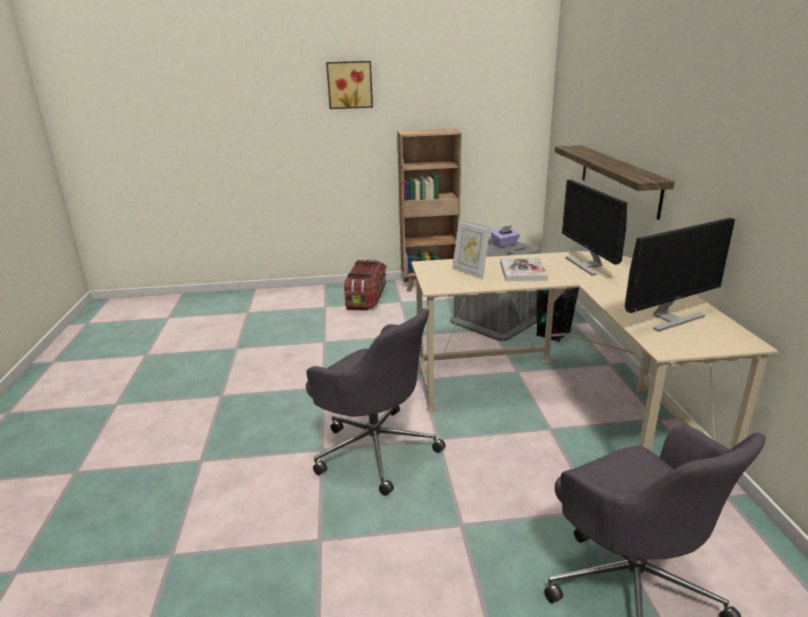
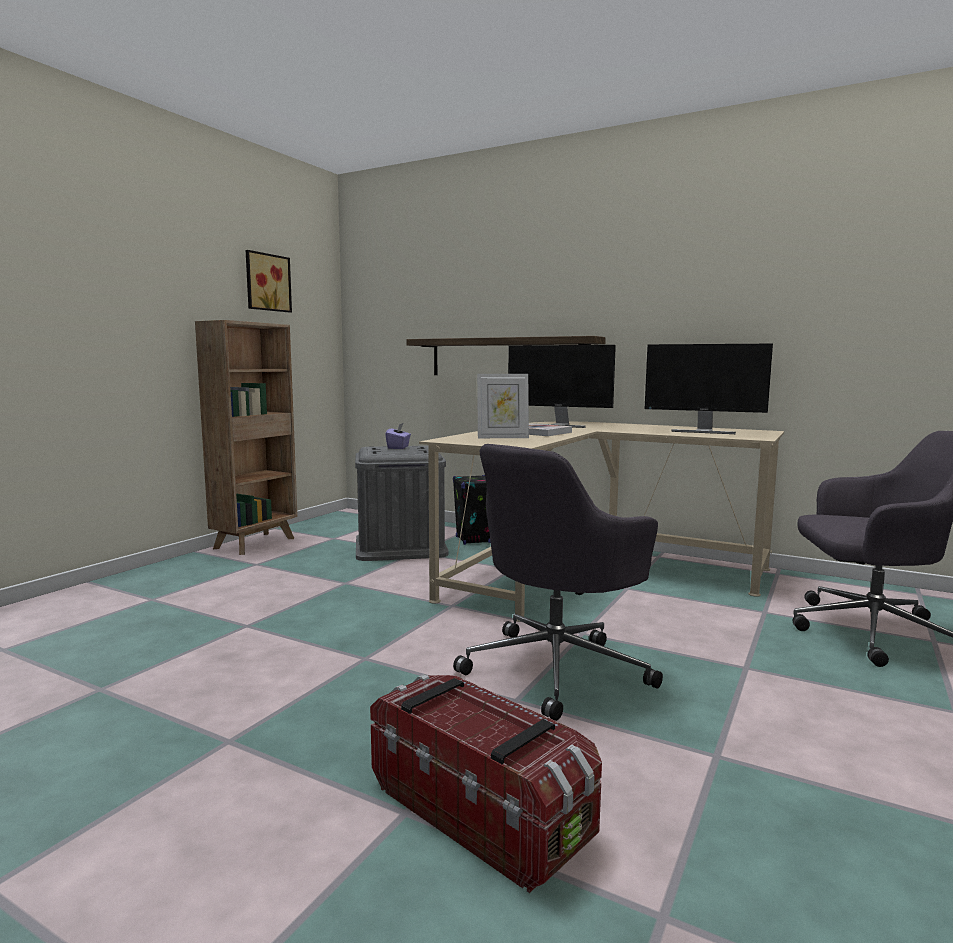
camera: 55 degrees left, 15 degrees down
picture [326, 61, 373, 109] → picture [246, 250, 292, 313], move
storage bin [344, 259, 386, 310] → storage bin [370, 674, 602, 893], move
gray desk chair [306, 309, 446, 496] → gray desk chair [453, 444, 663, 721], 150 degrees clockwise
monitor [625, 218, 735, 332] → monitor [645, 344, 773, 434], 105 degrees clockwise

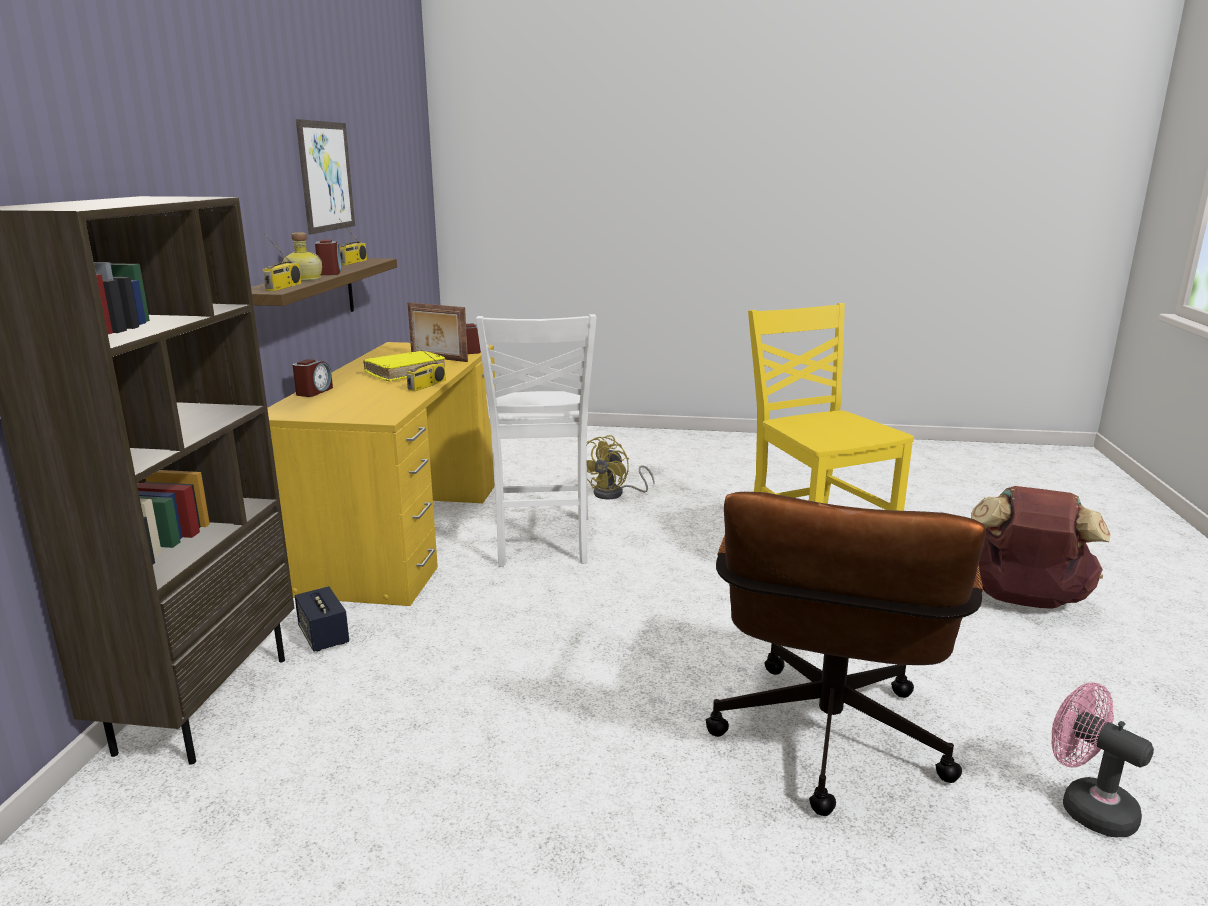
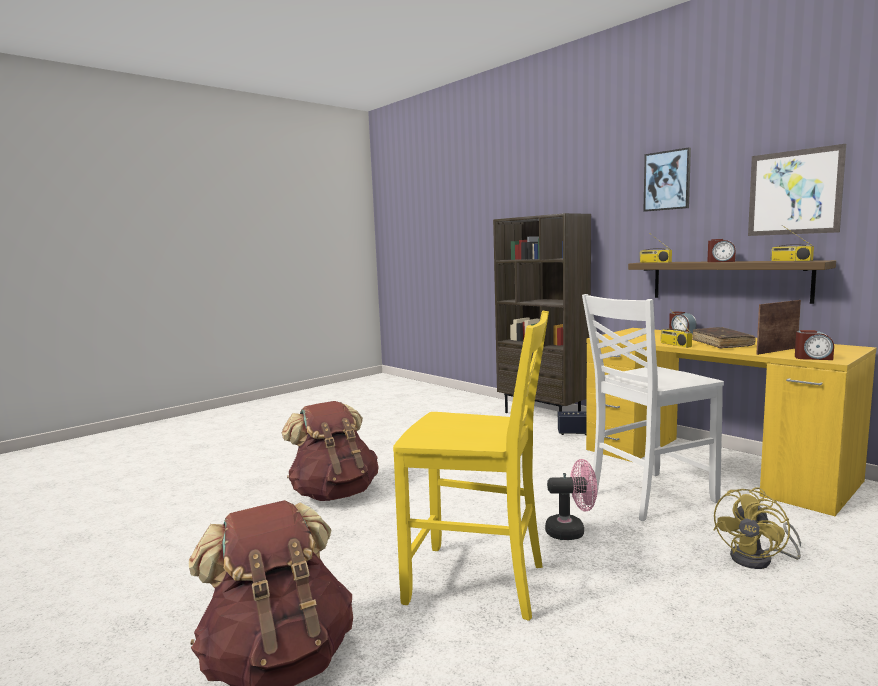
camera: 130 degrees right, 10 degrees down
brownish desk chair [706, 492, 986, 816] → brownish backpack [282, 401, 379, 501]
pinkish electric fan [1052, 682, 1154, 837] → pinkish electric fan [545, 459, 597, 540], move
white chair [476, 314, 596, 567] → white chair [582, 294, 724, 521], 60 degrees counterclockwise
- → picture [644, 147, 691, 212]
yellowish bound book [363, 351, 445, 382] → brownish bound book [692, 327, 756, 349]
yellowish electric fan [587, 435, 655, 499] → yellowish electric fan [713, 487, 801, 569], 120 degrees counterclockwise
beverage bottle [283, 232, 322, 281] → -

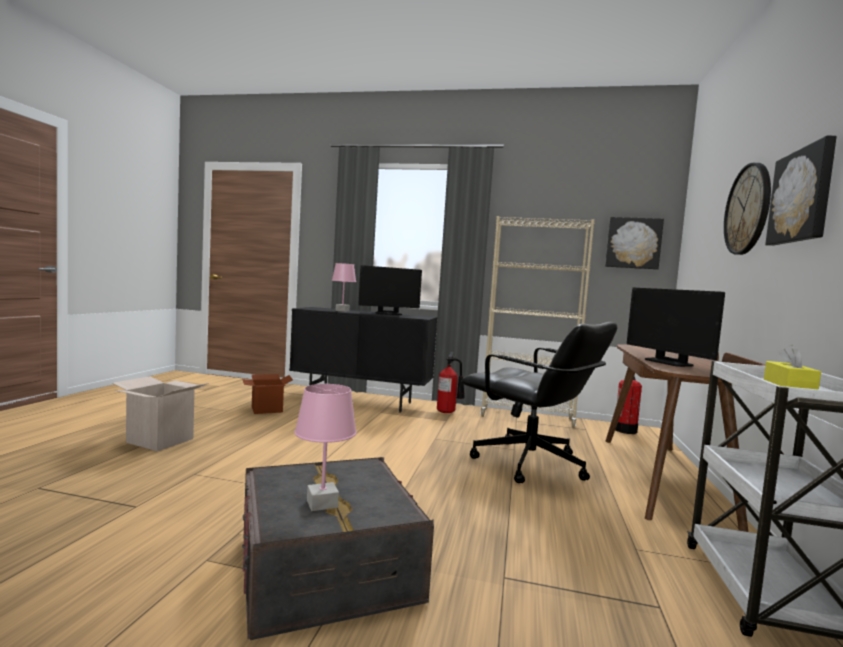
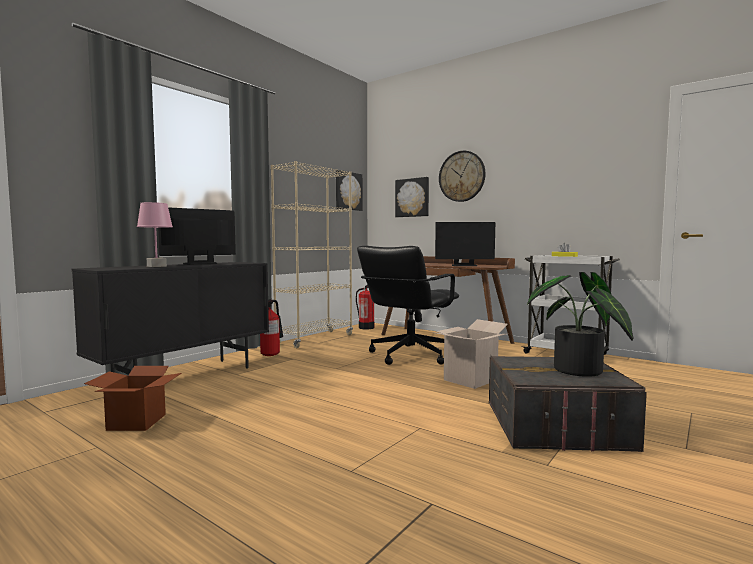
camera: 65 degrees left, 0 degrees up
monitor [358, 265, 422, 315] → monitor [158, 207, 236, 265], 135 degrees counterclockwise
blackish desk chair [462, 322, 617, 483] → blackish desk chair [357, 246, 459, 365], 150 degrees clockwise
picture [765, 136, 837, 246] → picture [395, 177, 429, 217], move
packing box [112, 376, 209, 451] → packing box [432, 319, 508, 389], move
pinkish table lamp [294, 384, 357, 511] → plant in a pot [527, 272, 634, 377]

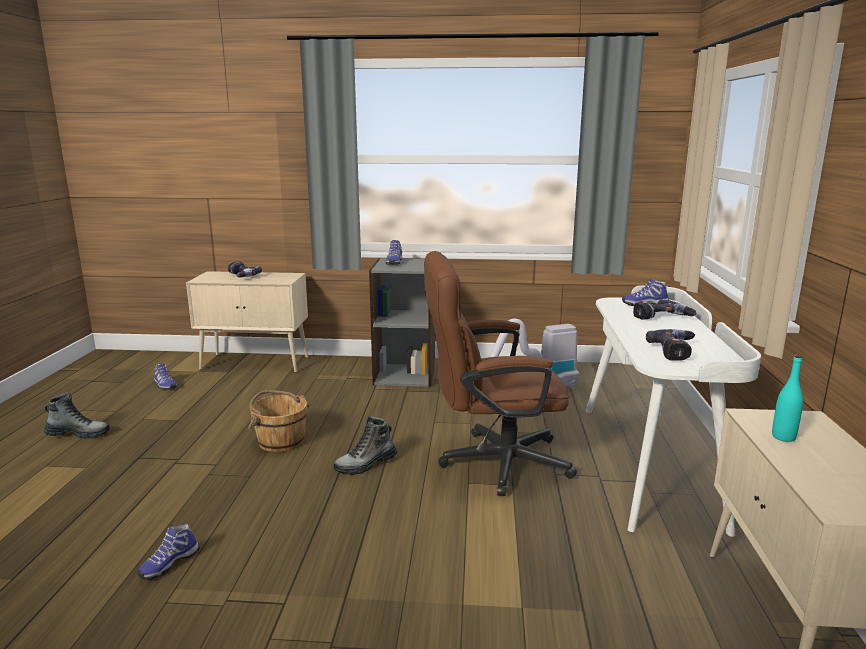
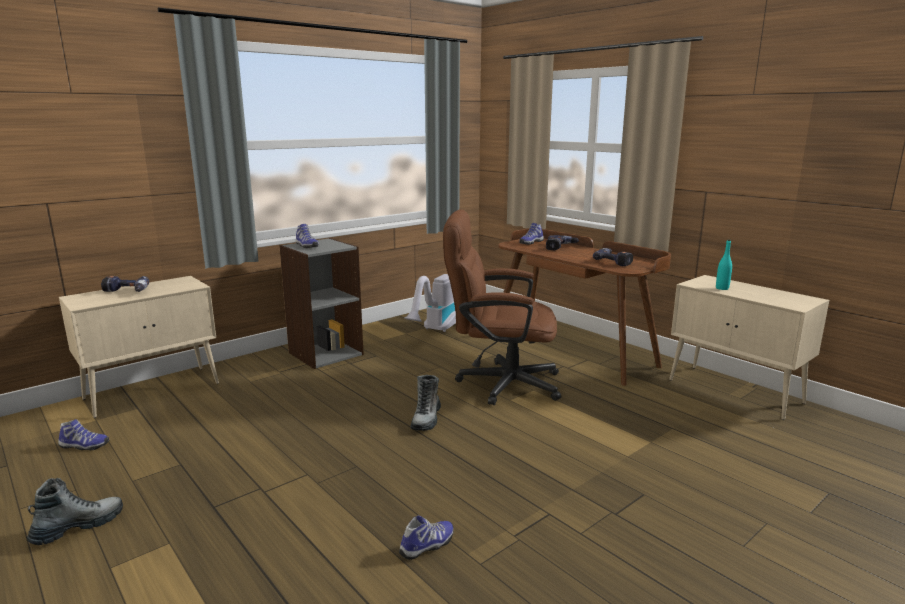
camera: 45 degrees left, 0 degrees up
low shoe [138, 524, 200, 580] → low shoe [399, 516, 454, 560], 120 degrees counterclockwise
brownish desk chair [424, 251, 577, 496] → brownish desk chair [443, 210, 561, 405], 60 degrees clockwise
white desk unit [585, 285, 761, 537] → brownish desk unit [498, 229, 671, 386]
brownish bucket [248, 390, 310, 452] → -

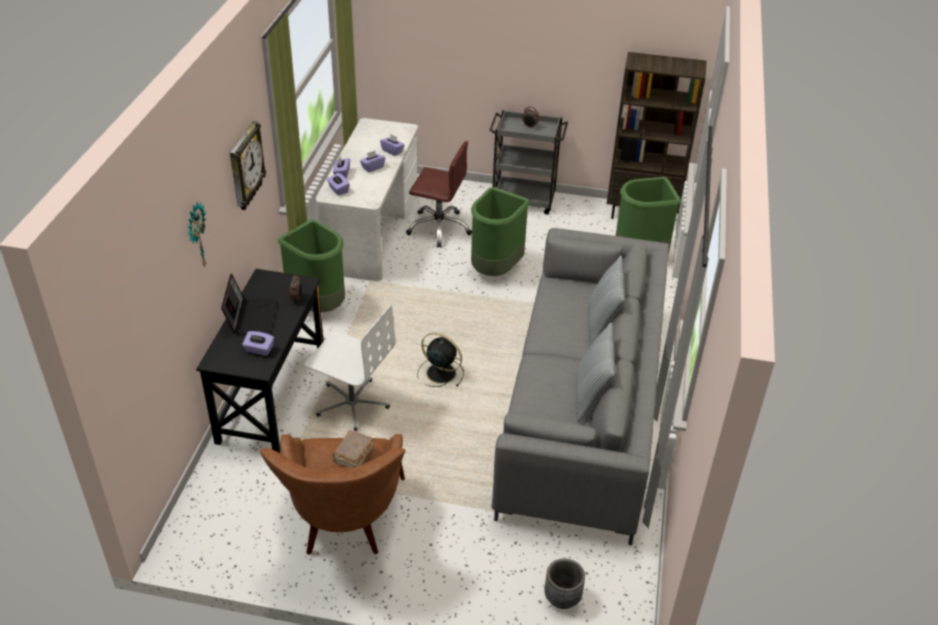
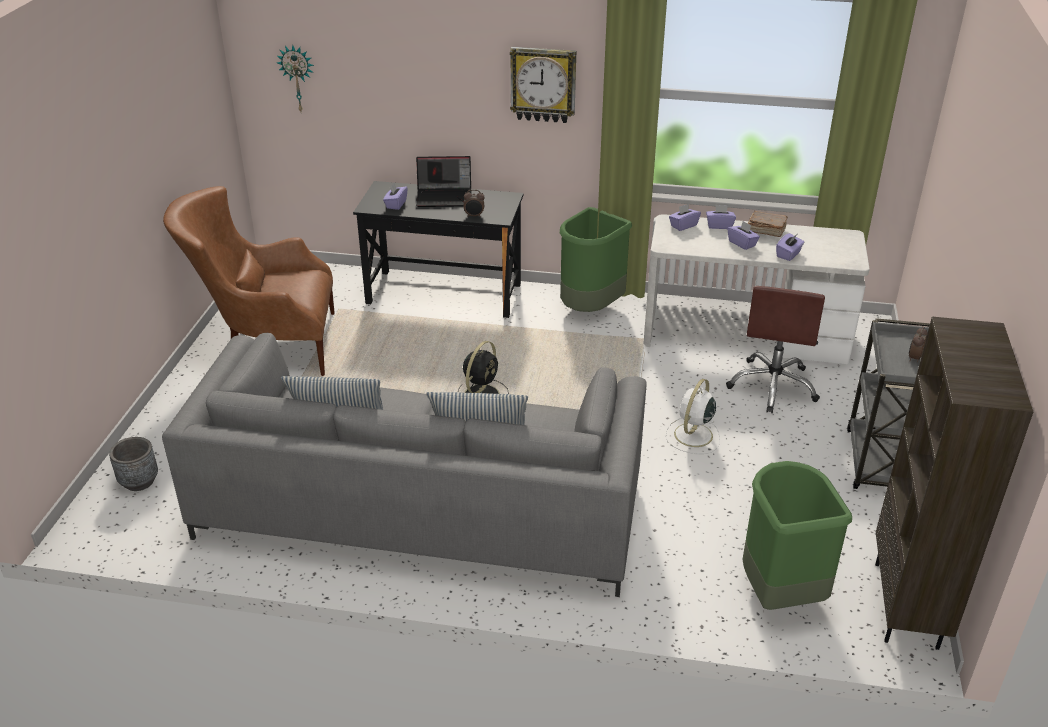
camera: 90 degrees right, 5 degrees down
clock on the wall [188, 201, 207, 267] → clock on the wall [276, 45, 314, 111], move
green rubbish bin [471, 187, 530, 276] → white electric fan [665, 379, 720, 454]
brownish bound book [333, 430, 374, 468] → brownish bound book [748, 211, 788, 237], move
white desk chair [305, 305, 395, 431] → -

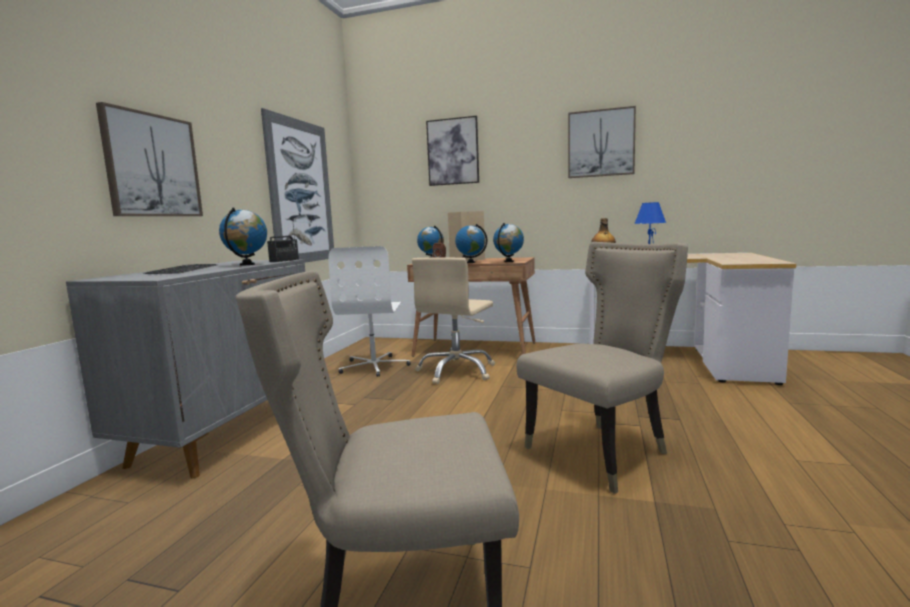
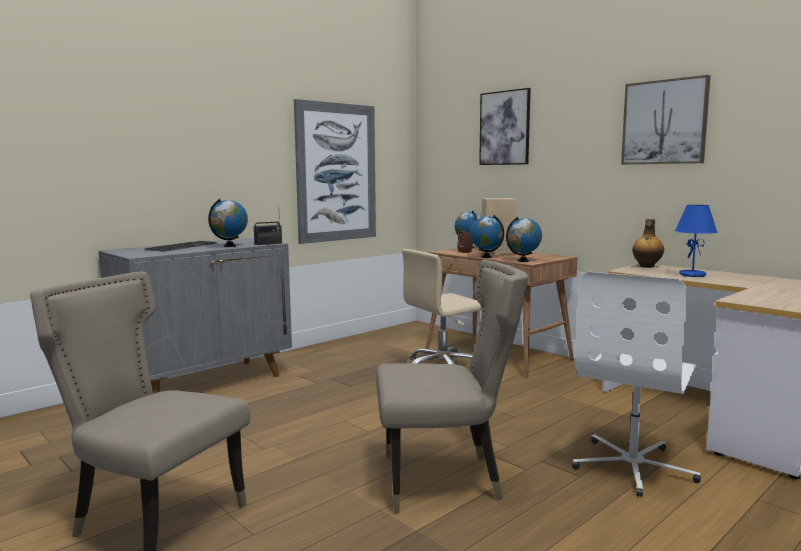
camera: 30 degrees right, 0 degrees up
white desk chair [329, 246, 411, 377] → white desk chair [572, 272, 701, 497], move
picture [96, 102, 203, 216] → -

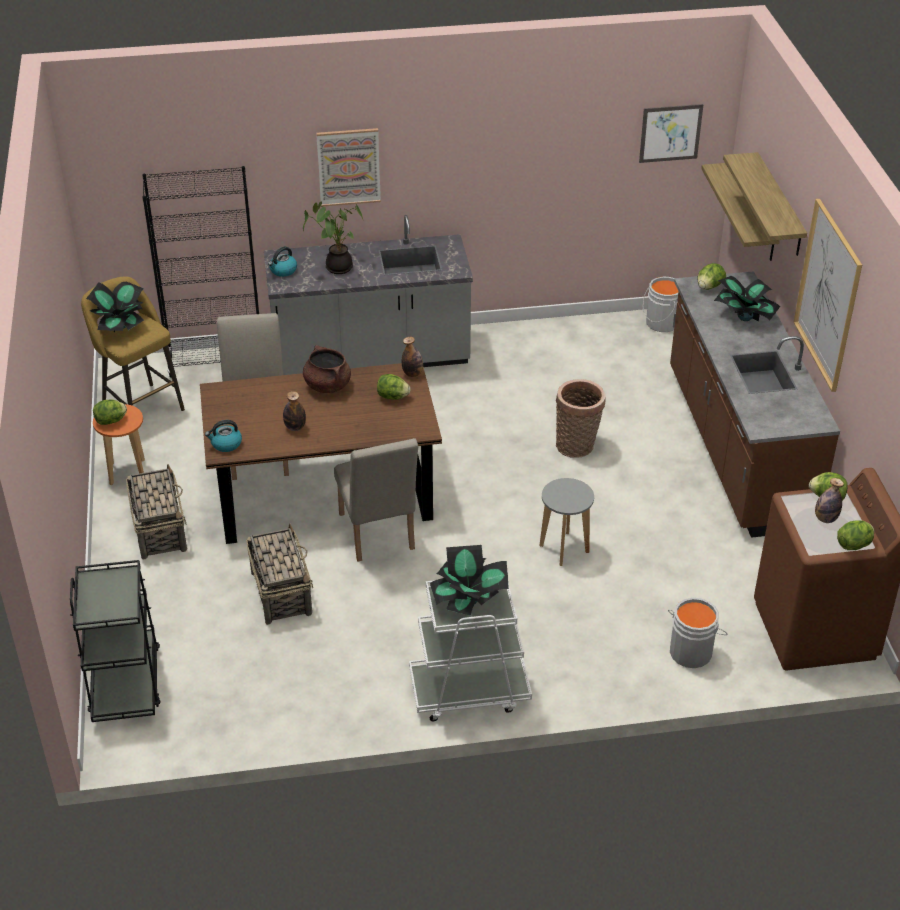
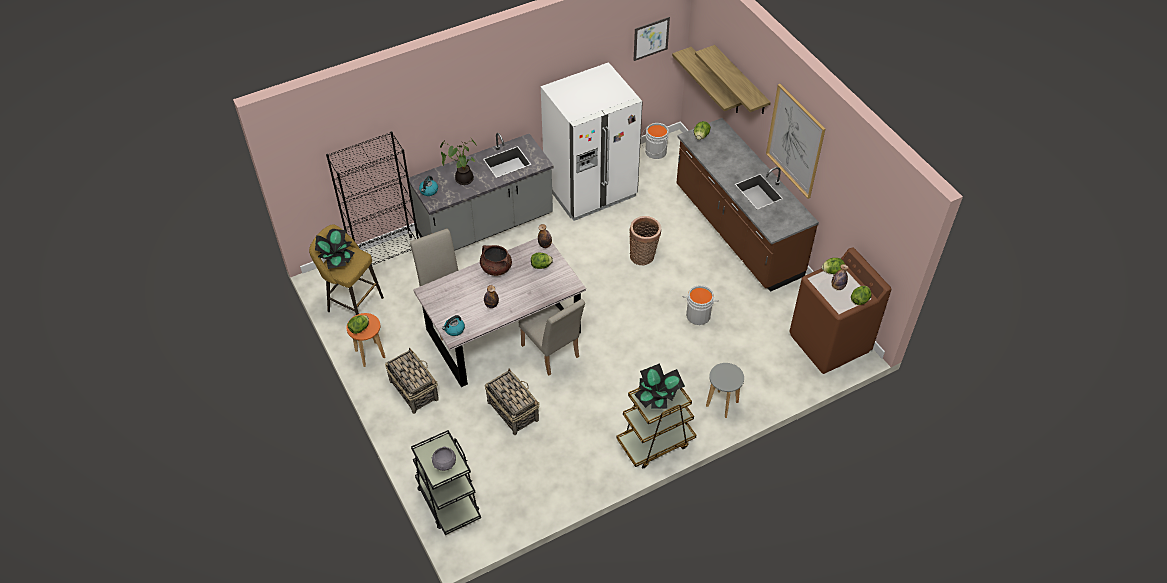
camera: 20 degrees left, 10 degrees up
brownish kitchen table [200, 363, 442, 544] → gray kitchen table [413, 238, 586, 387]
- → gray serving bowl [432, 446, 456, 471]
- → white fridge [541, 62, 643, 221]
white wheeled cart [409, 580, 532, 721] → brownish wheeled cart [616, 385, 696, 468]
gray bucket [668, 598, 727, 668] → gray bucket [682, 285, 718, 325], move
gray sitting stool [539, 478, 594, 566] → gray sitting stool [706, 363, 744, 418], move
picture [316, 128, 381, 207] → -
plant in a pot [714, 276, 780, 321] → -

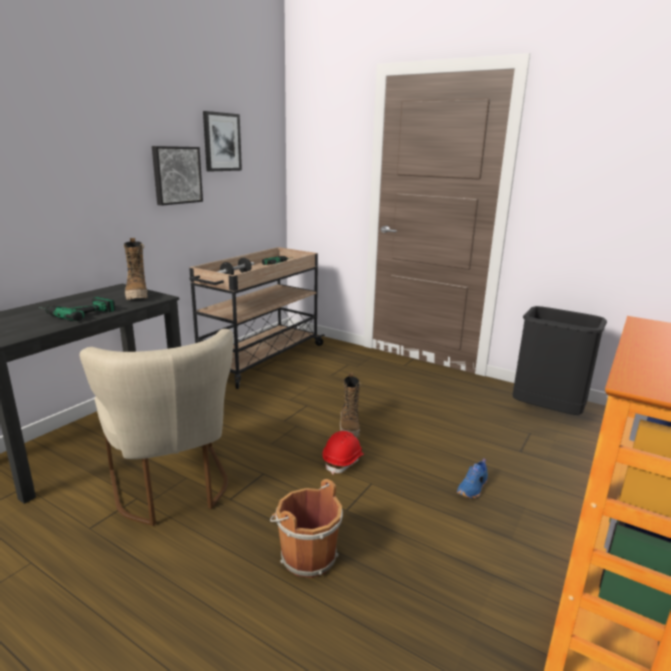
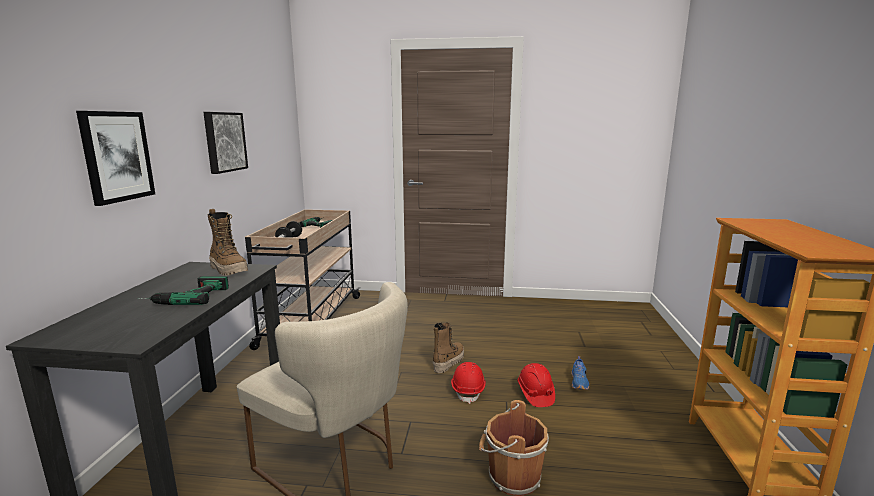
camera: 25 degrees left, 5 degrees down
picture [203, 111, 242, 172] → picture [76, 111, 155, 206], move
tall boot [340, 373, 362, 438] → tall boot [433, 323, 464, 373], 120 degrees counterclockwise
- → red hard hat [517, 363, 555, 407]
blackish rubbish bin [513, 306, 607, 415] → -

